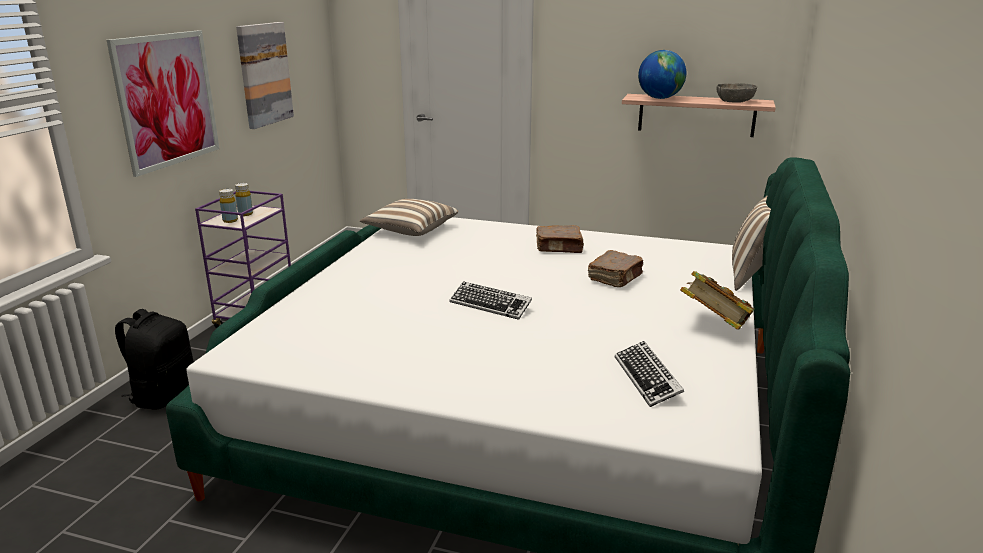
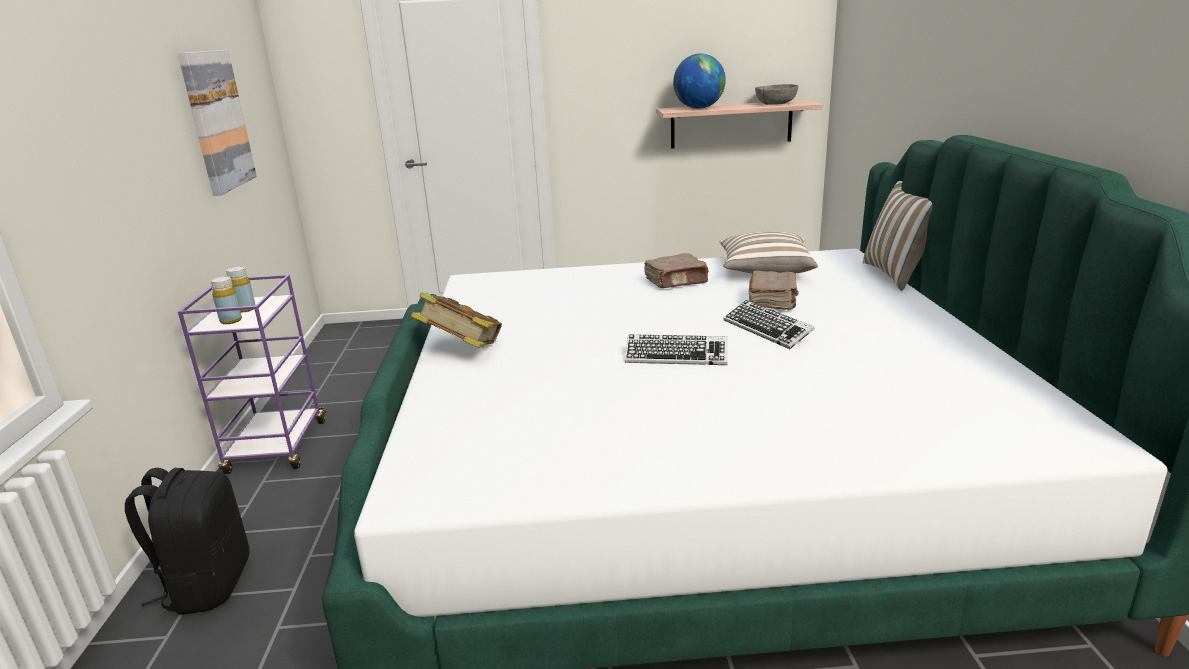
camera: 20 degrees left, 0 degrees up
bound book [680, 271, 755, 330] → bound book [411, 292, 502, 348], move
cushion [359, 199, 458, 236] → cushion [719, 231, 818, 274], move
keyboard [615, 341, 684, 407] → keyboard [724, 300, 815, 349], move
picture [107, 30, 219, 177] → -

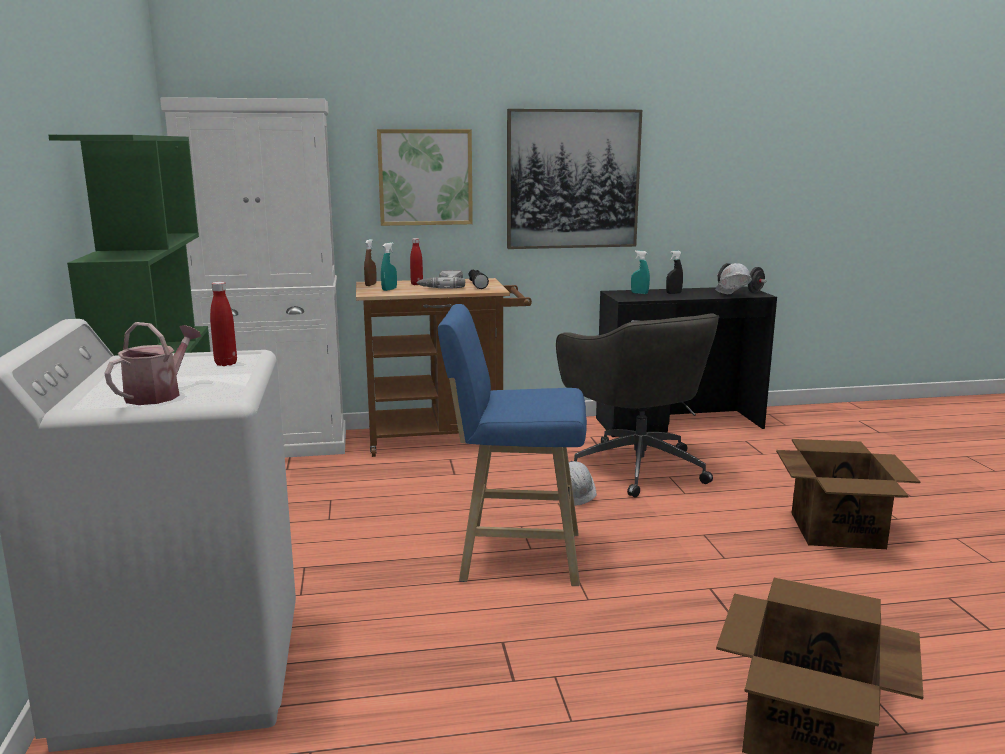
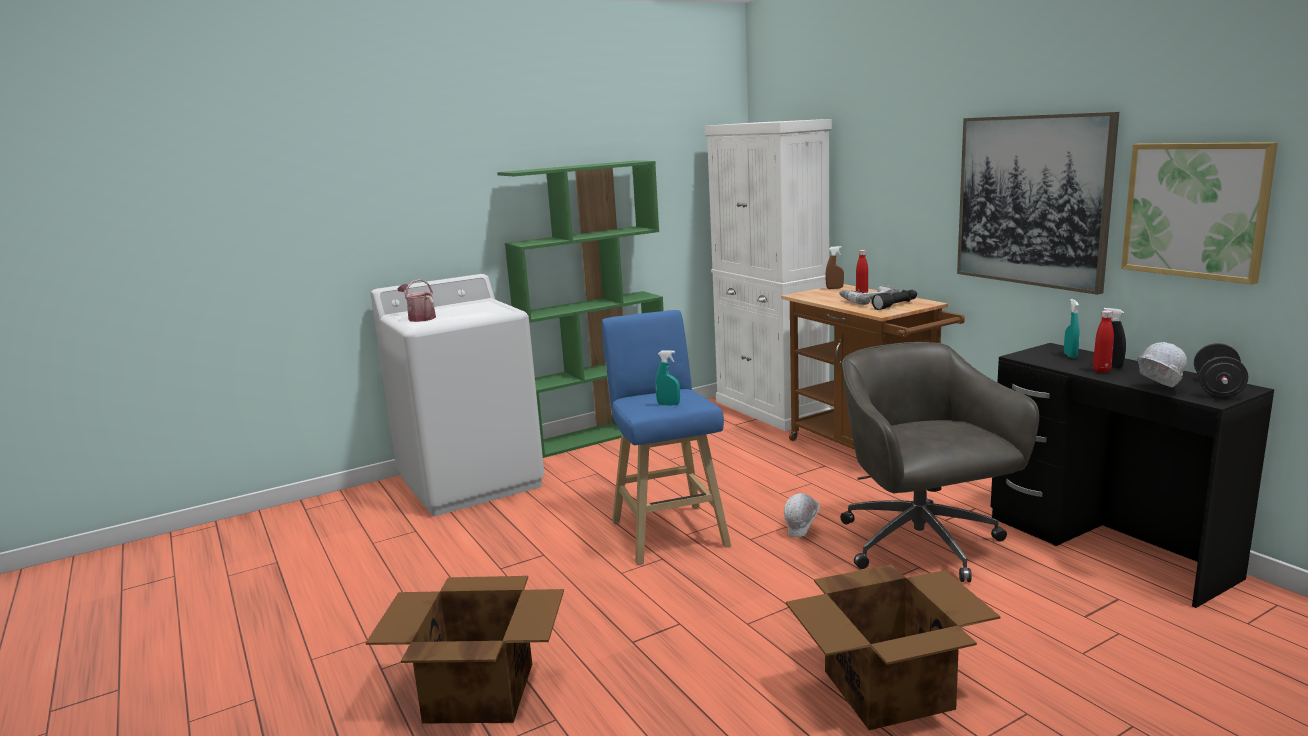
camera: 70 degrees right, 0 degrees up
watering pot [104, 322, 202, 405] → watering pot [397, 279, 436, 322], 135 degrees counterclockwise
turquoise-coloured spray bottle [381, 242, 397, 291] → turquoise-coloured spray bottle [655, 350, 680, 406], move
gray desk chair [556, 313, 719, 498] → gray desk chair [840, 342, 1039, 582], 120 degrees clockwise
red beverage bottle [210, 282, 237, 366] → red beverage bottle [1093, 310, 1114, 373], move
picture [377, 129, 473, 226] → picture [1121, 142, 1278, 284], move

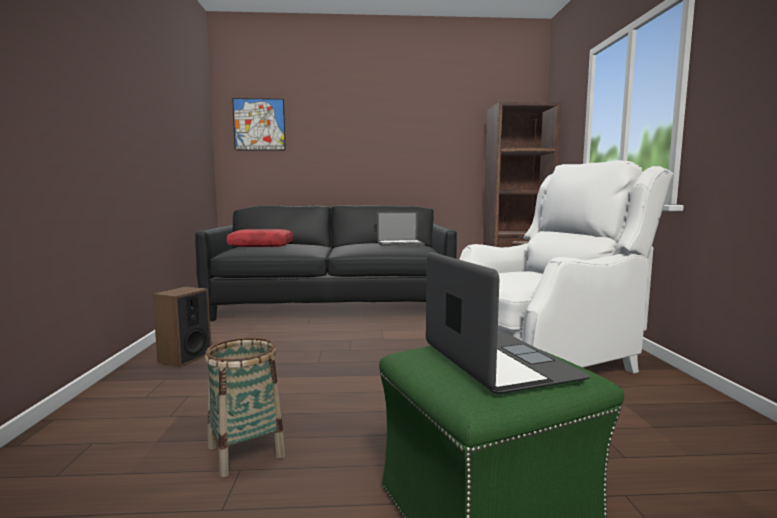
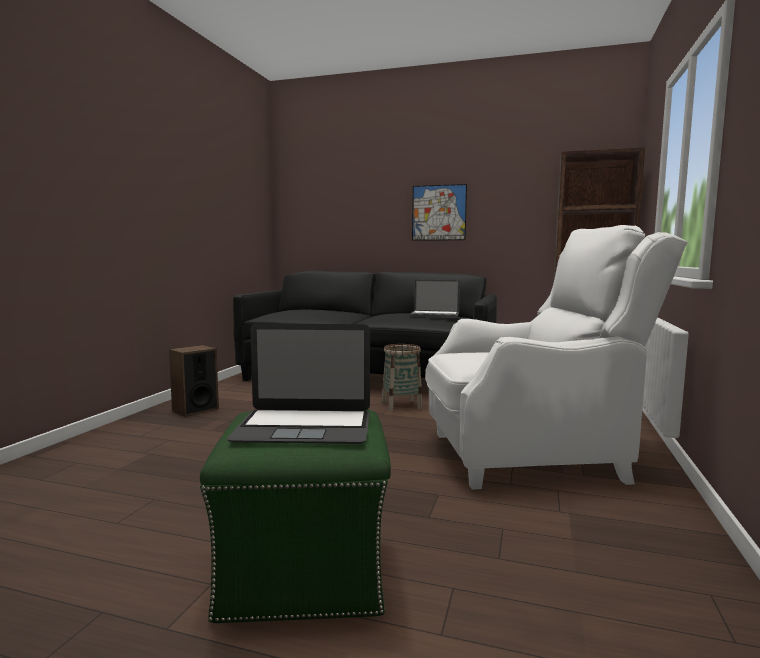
camera: 20 degrees right, 0 degrees up
laptop [426, 252, 590, 394] → laptop [227, 323, 370, 444], 90 degrees clockwise
basket [204, 337, 285, 477] → basket [382, 344, 422, 411], move
picture [232, 98, 286, 151] → picture [412, 184, 467, 241], move
red cushion [227, 229, 293, 247] → -

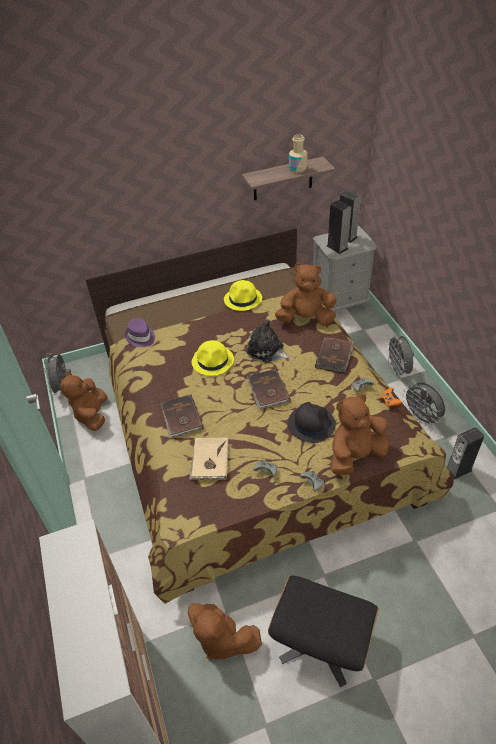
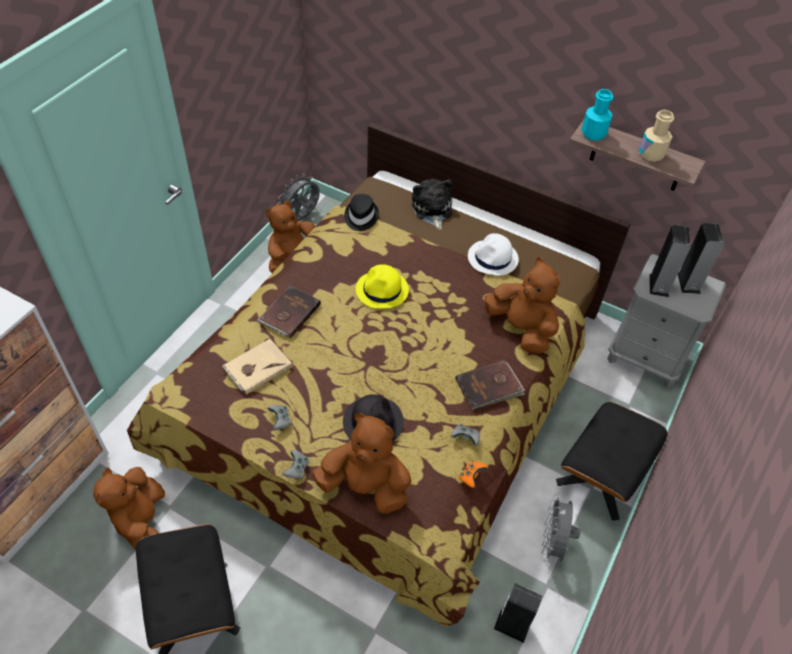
camera: 45 degrees right, 5 degrees up
purple-coloured clothing hat [125, 318, 155, 347] → blackish clothing hat [344, 194, 379, 231]
soft toy [246, 319, 291, 363] → soft toy [412, 179, 452, 230], move
yellowish clothing hat [224, 280, 262, 311] → white clothing hat [468, 233, 519, 275]
gray electric fan [386, 335, 414, 378] → blackish ottoman [556, 402, 667, 521]
- → turquoise-coloured beverage bottle [581, 89, 614, 141]
brownish bound book [247, 369, 291, 409] → -

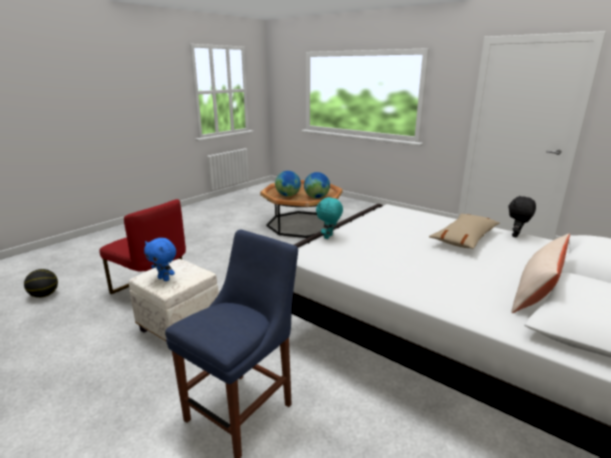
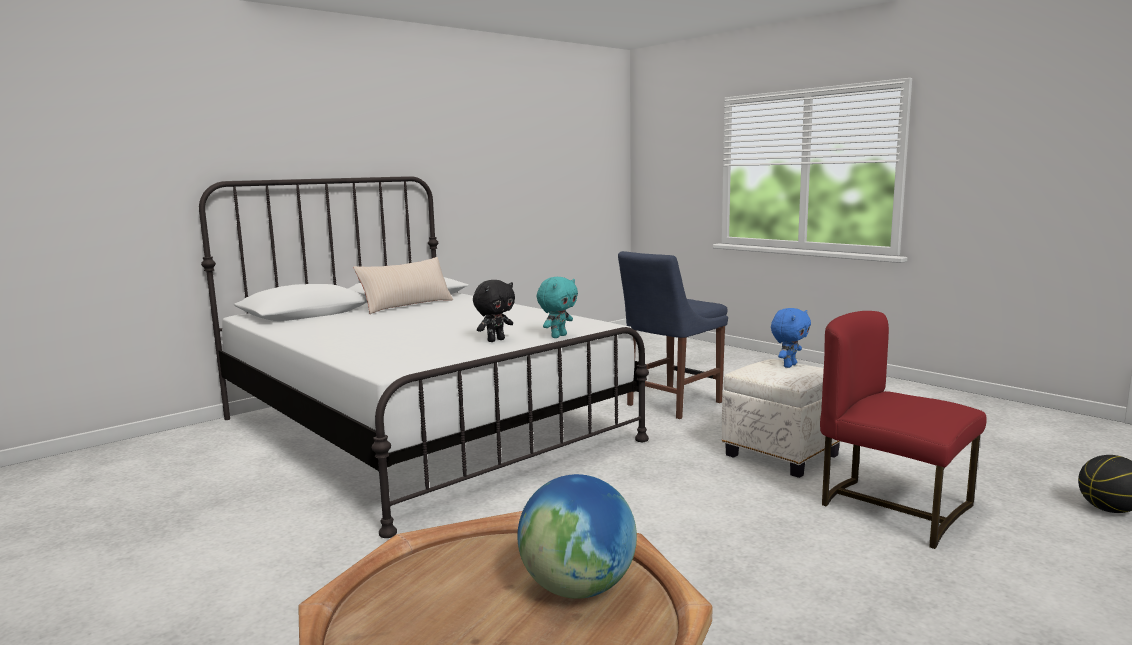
camera: 170 degrees left, 10 degrees down
blackish soft toy [508, 196, 536, 237] → blackish soft toy [473, 280, 515, 342], move
bluish soft toy [144, 238, 176, 281] → bluish soft toy [771, 308, 811, 368], 90 degrees clockwise
world globe [304, 172, 330, 198] → -
beige-coloured cushion [429, 214, 500, 249] → -

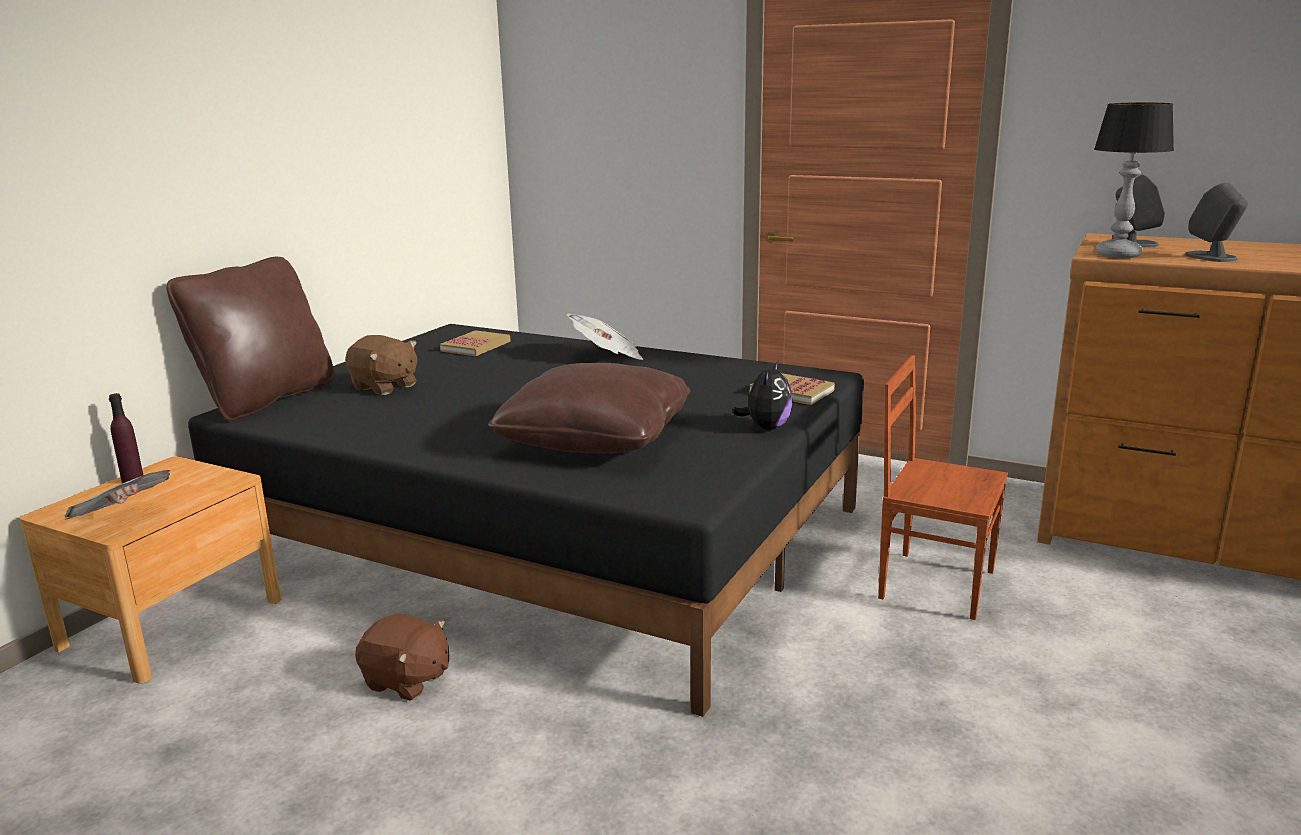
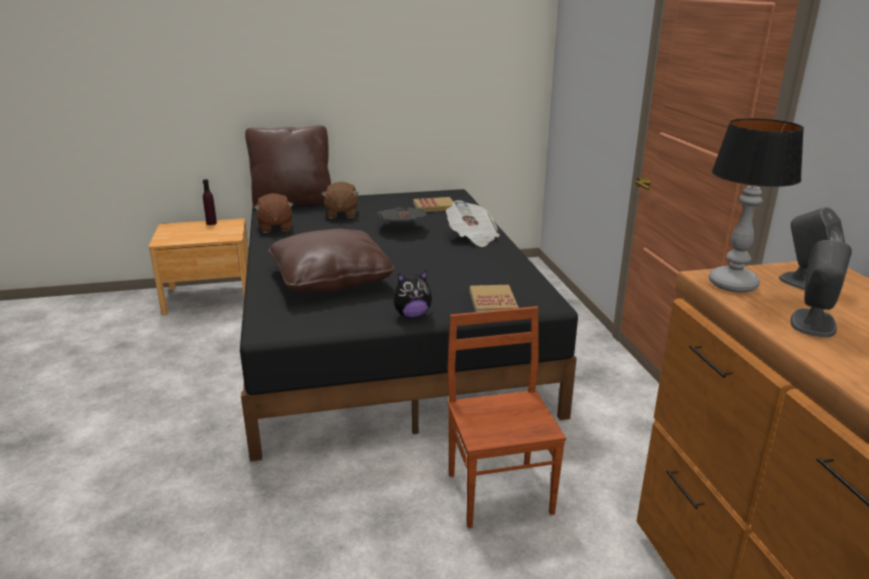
camera: 50 degrees right, 5 degrees up
brownish soft toy [355, 614, 449, 701] → brownish soft toy [254, 193, 294, 233], move
newspaper [64, 470, 170, 520] → newspaper [376, 207, 428, 220], move

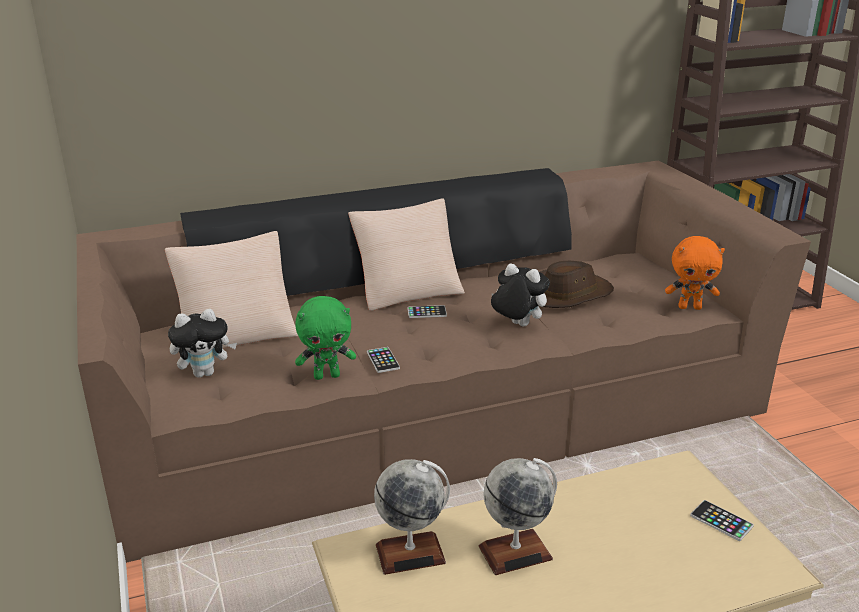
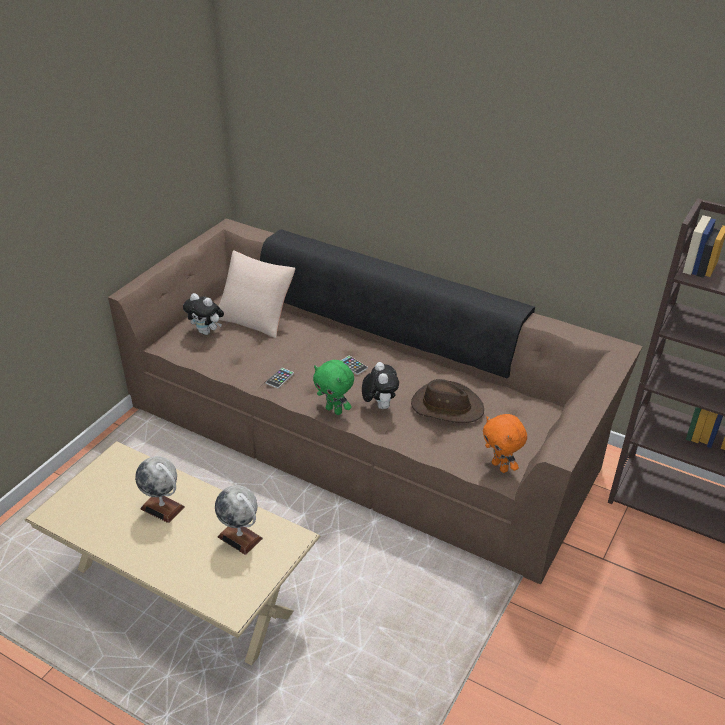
camera: 50 degrees right, 10 degrees up
world globe [374, 459, 450, 575] → world globe [215, 485, 263, 555], move
green soft toy [295, 296, 356, 380] → green soft toy [313, 360, 354, 415], move
beige-coloured cushion [348, 198, 465, 311] → -
phone [690, 500, 754, 541] → -

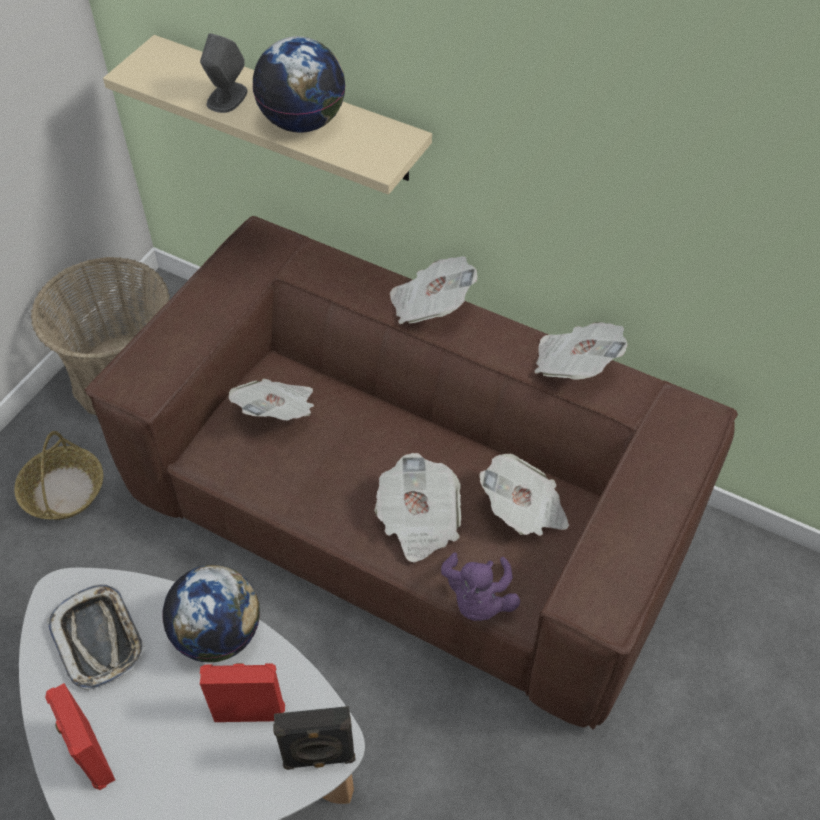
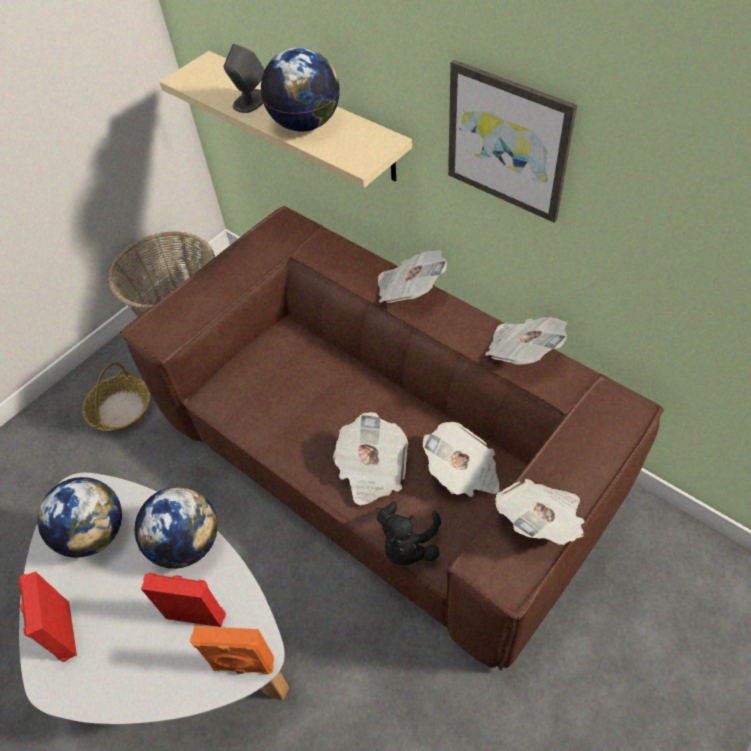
camera: 15 degrees right, 0 degrees up
carrying tray [48, 584, 146, 690] → world globe [37, 477, 122, 558]
blackish speaker [273, 706, 355, 770] → orangey speaker [190, 626, 274, 674]
purple-coloured soft toy [441, 552, 520, 621] → blackish soft toy [377, 502, 441, 565]
- → picture [448, 60, 577, 223]
newspaper [229, 378, 314, 420] → newspaper [495, 479, 585, 545], move

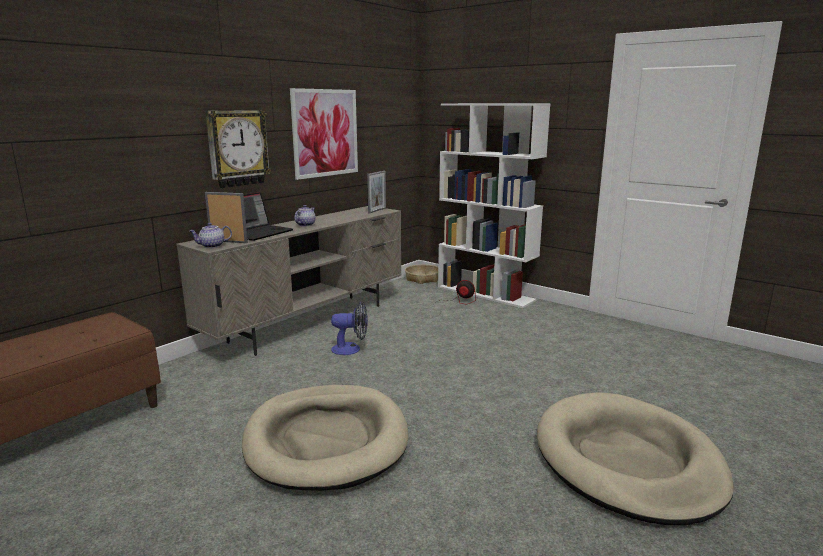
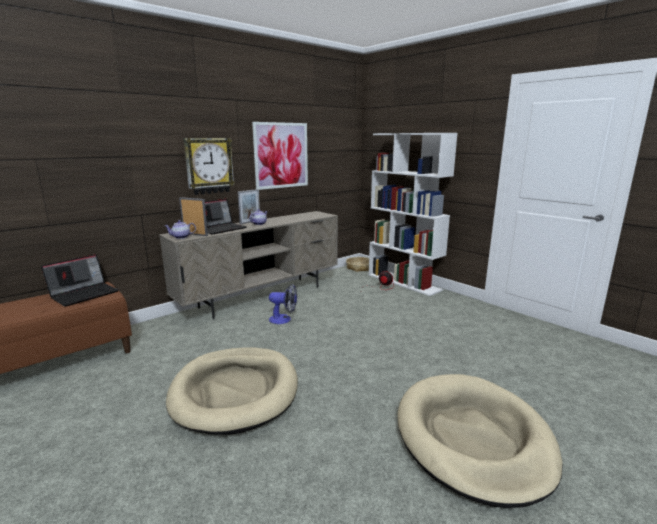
camera: 10 degrees right, 0 degrees up
- → laptop [41, 254, 119, 307]
picture frame [367, 171, 386, 213] → picture frame [238, 189, 260, 224], move

